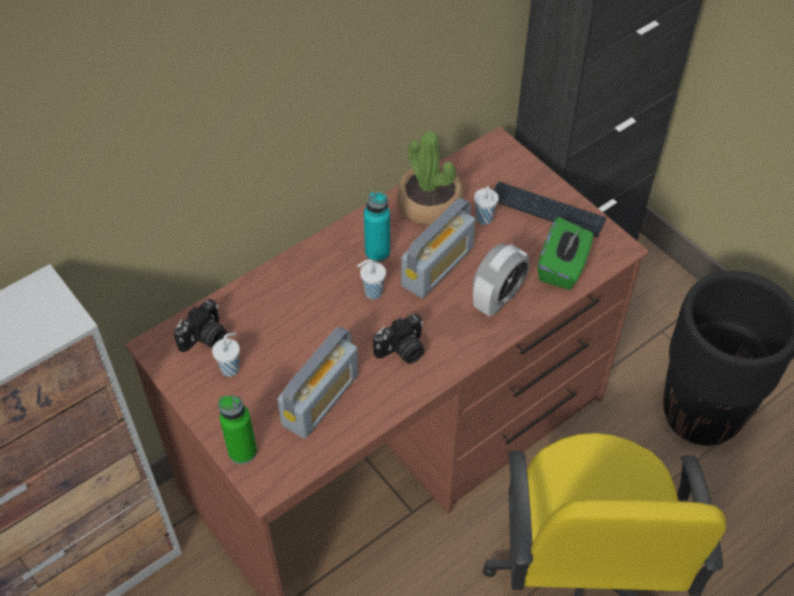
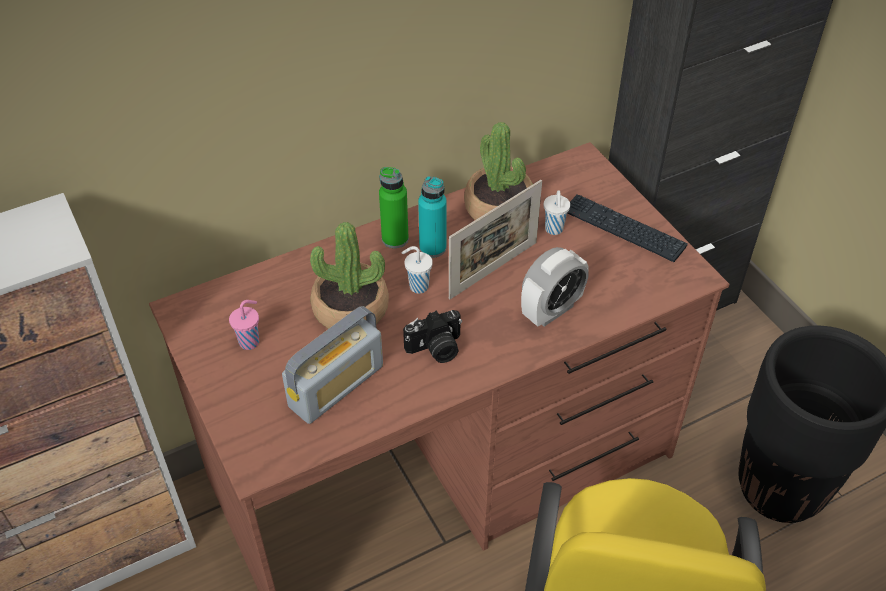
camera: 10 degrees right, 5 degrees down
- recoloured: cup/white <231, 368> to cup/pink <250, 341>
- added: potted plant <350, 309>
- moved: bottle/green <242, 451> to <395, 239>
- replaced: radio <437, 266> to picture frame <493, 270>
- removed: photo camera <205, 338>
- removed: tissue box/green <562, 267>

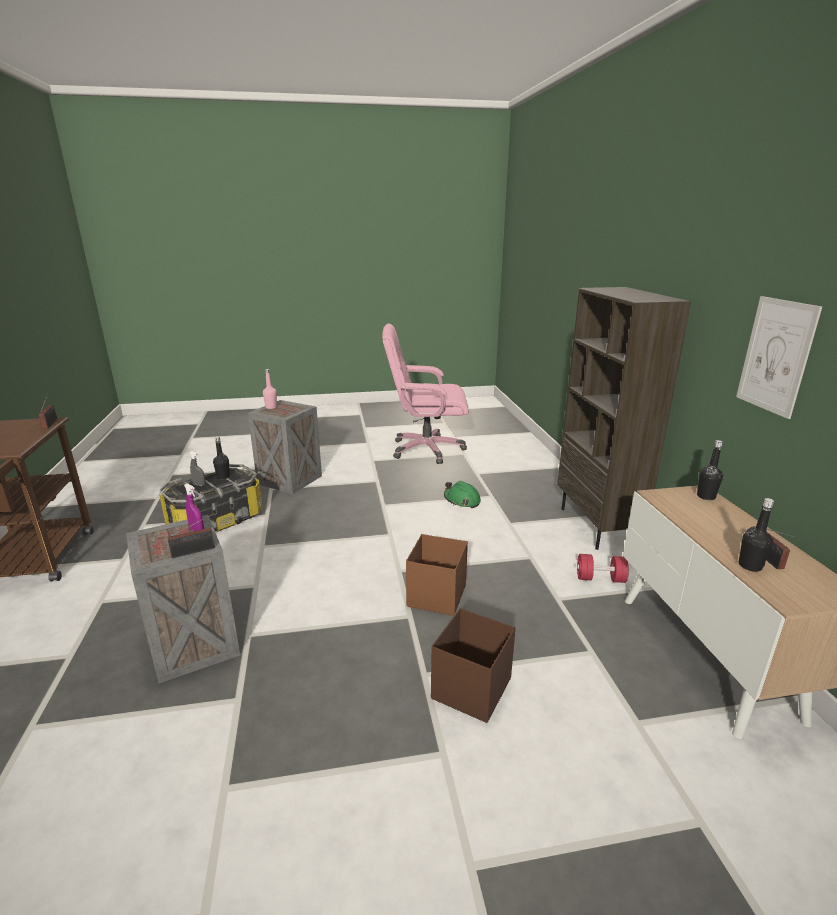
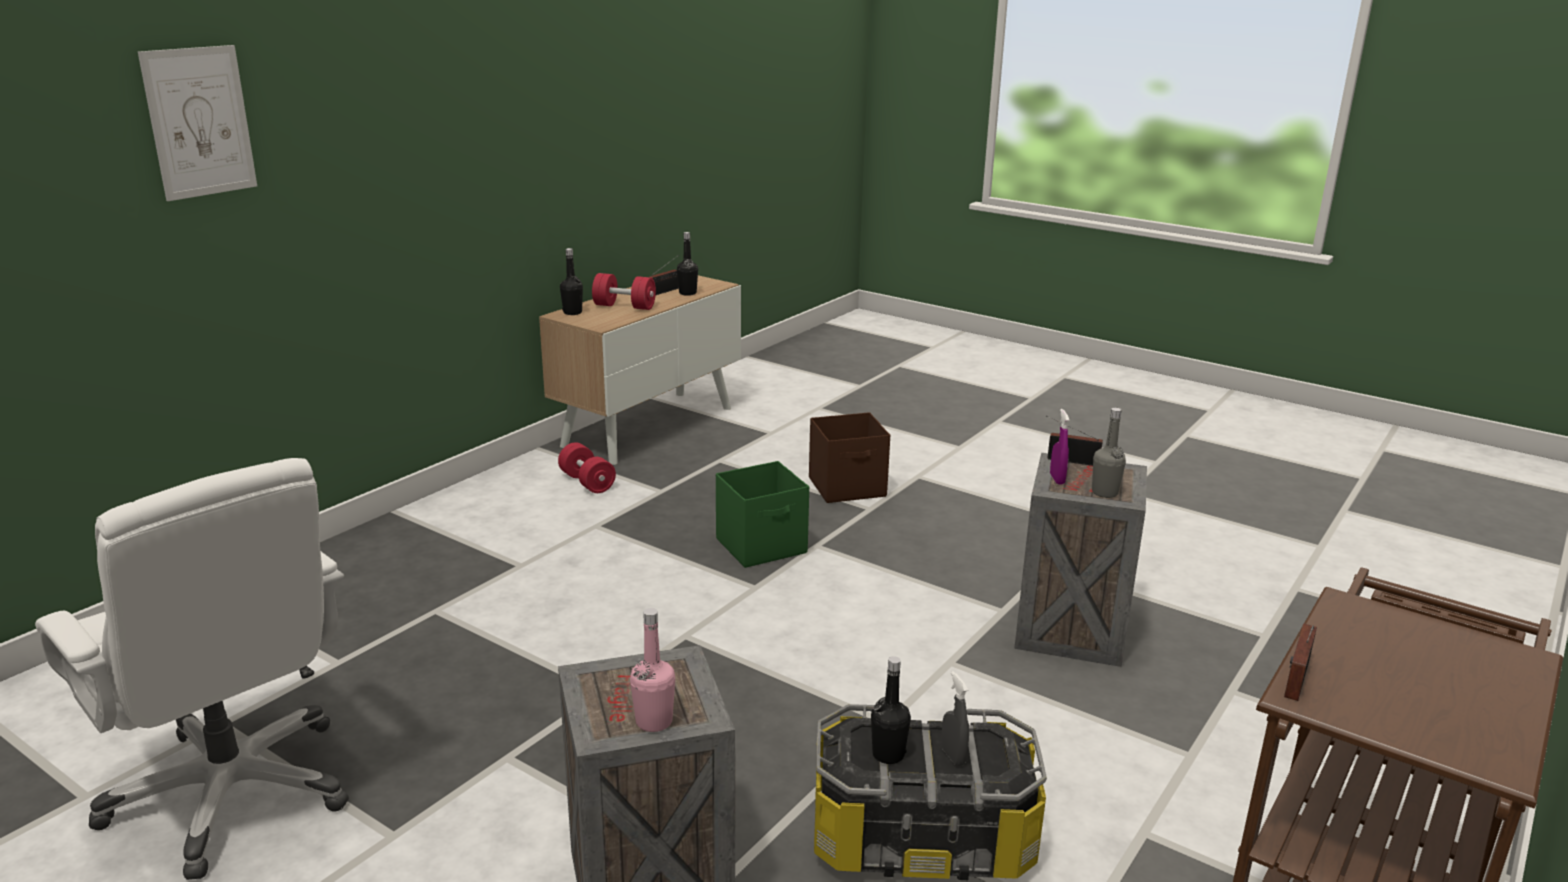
camera: 135 degrees left, 0 degrees up
- recoloured: office chair/pink <426, 449> to office chair/white <233, 793>
- moved: picture <776, 356> to <199, 122>
- added: dumbbell/red <624, 306>
- recoloured: storage box/brown <436, 596> to storage box/green <762, 546>
- added: bottle/grey <1104, 493>
- removed: hard hat/green <462, 500>
- removed: bookcase/brown <597, 526>

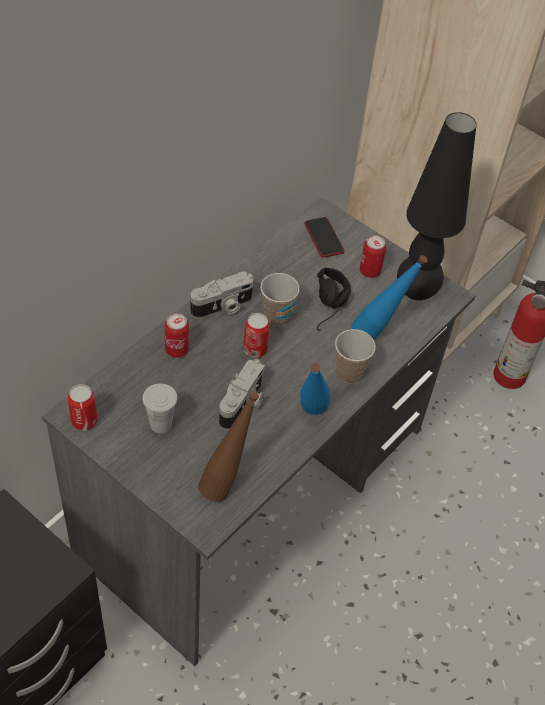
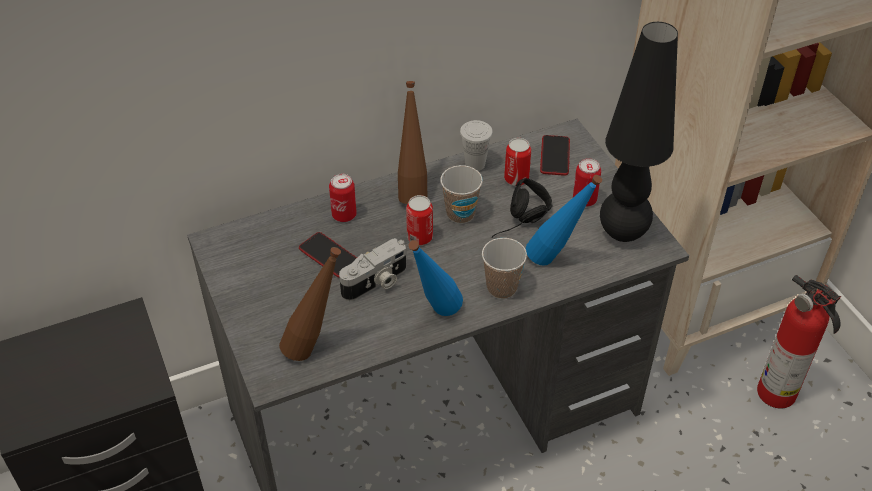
camera: 30 degrees right, 5 degrees down
- added: phone <329, 255>
- replaced: photo camera <223, 307> to bottle/brown <412, 190>
- moved: cup/white <160, 424> to <475, 164>
- moved: can <84, 421> to <516, 179>

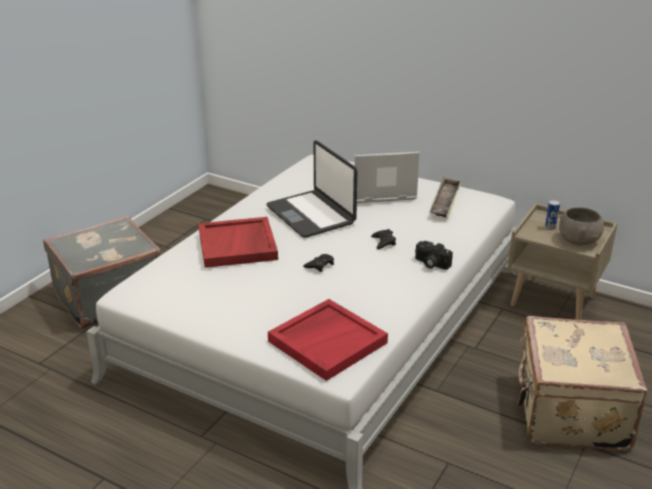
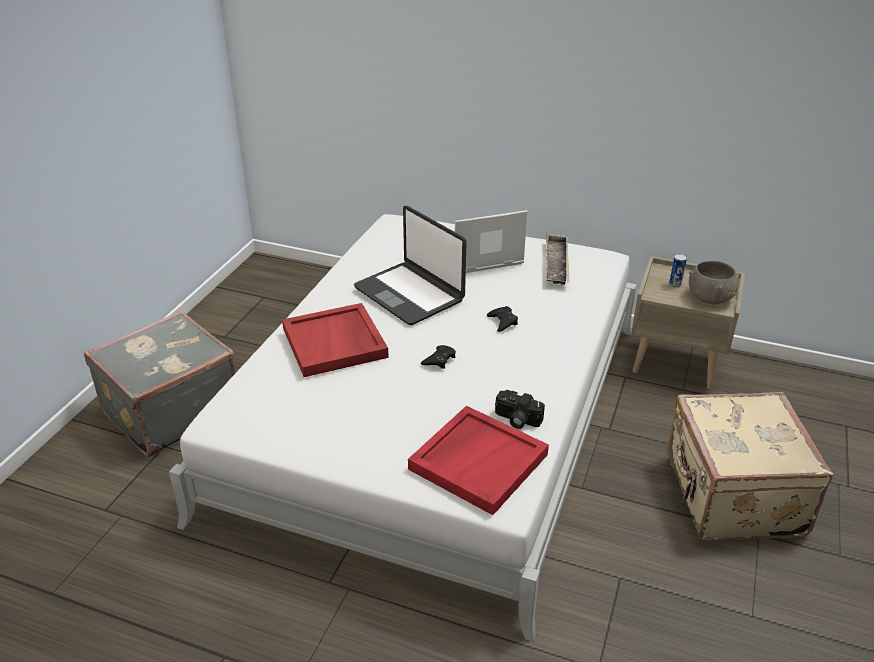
camera: 10 degrees left, 5 degrees up
- moved: photo camera <430, 264> to <516, 420>

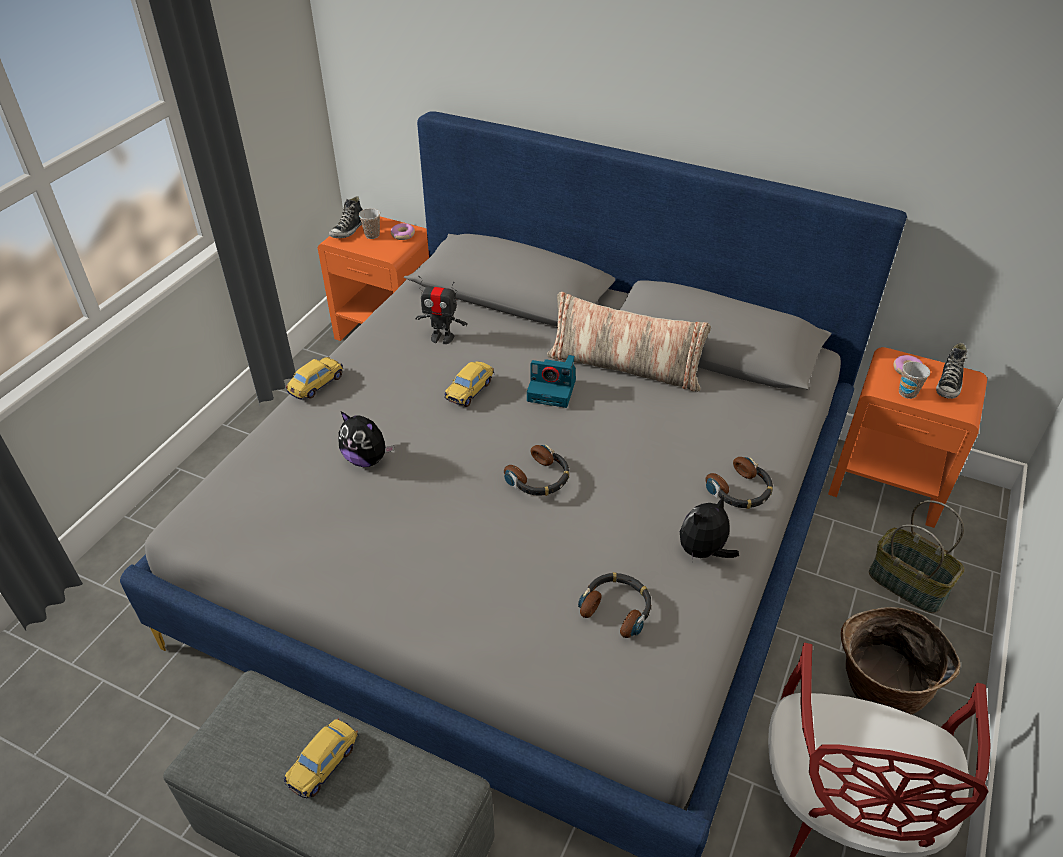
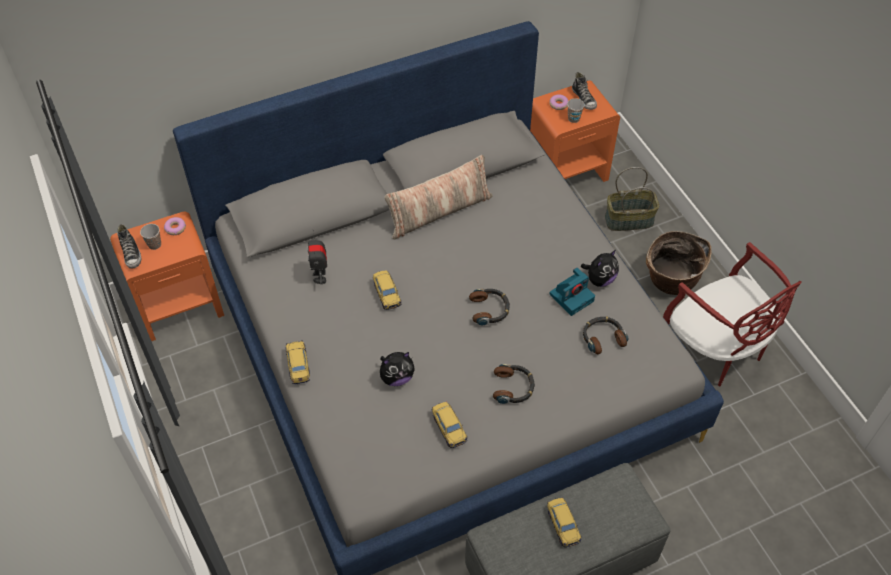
camera: 50 degrees left, 10 degrees up
- turned: toy robot <442, 337> = <320, 276> 120 degrees clockwise
- added: toy car <449, 428>
- moved: headphones <740, 491> to <513, 387>
- moved: photo camera <553, 390> to <572, 297>
- turned: plush toy <703, 552> = <599, 279> 135 degrees counterclockwise

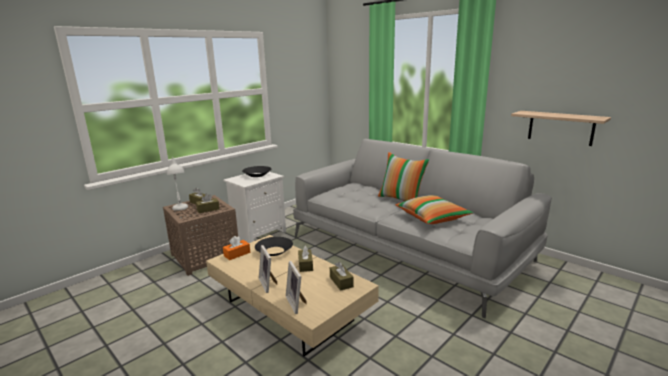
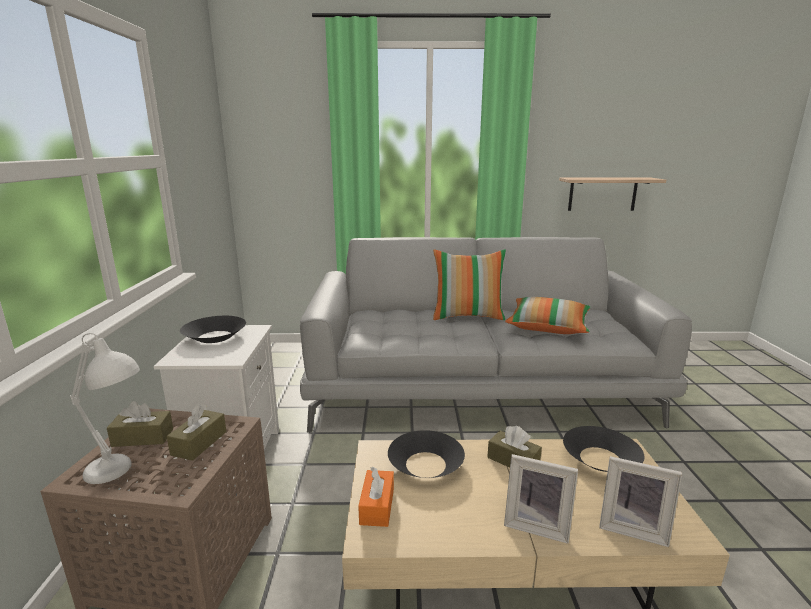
camera: 45 degrees left, 0 degrees up
- replaced: tissue box/brown <341, 282> to bowl/black <601, 459>

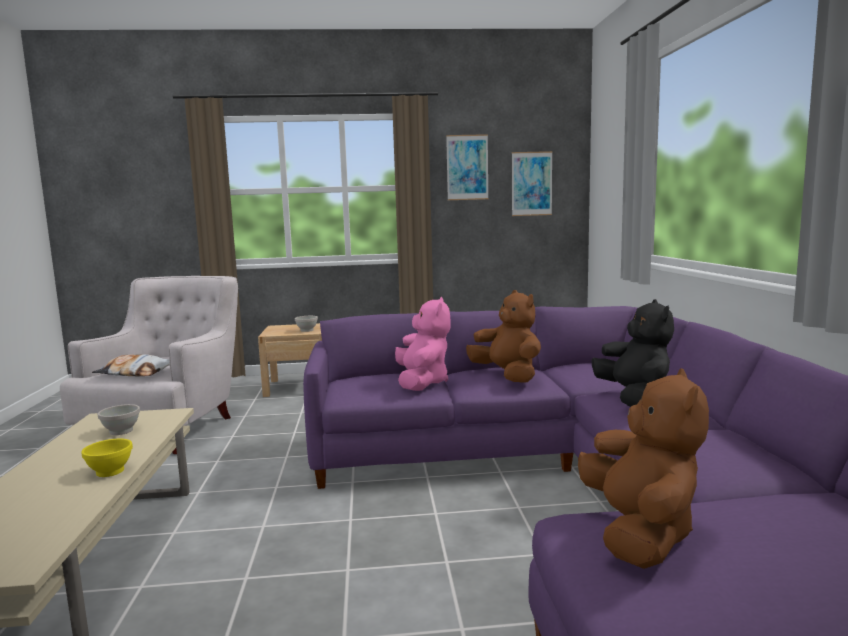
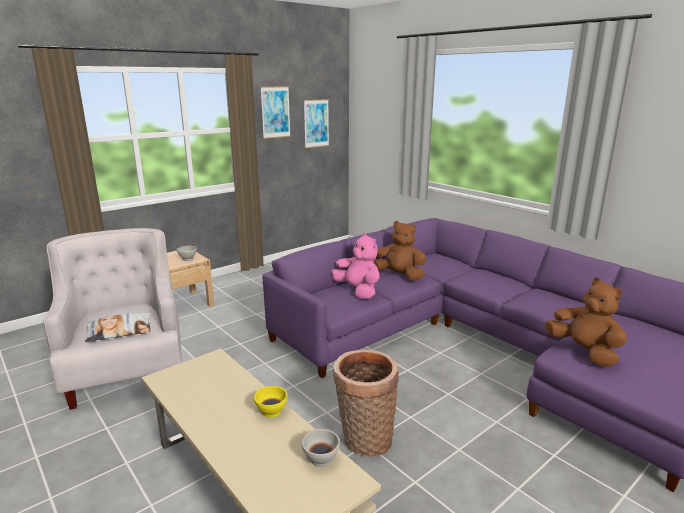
camera: 35 degrees left, 10 degrees up
- moved: bowl/white <121, 431> to <321, 459>
- added: basket <364, 440>
- removed: plush toy/black <634, 399>

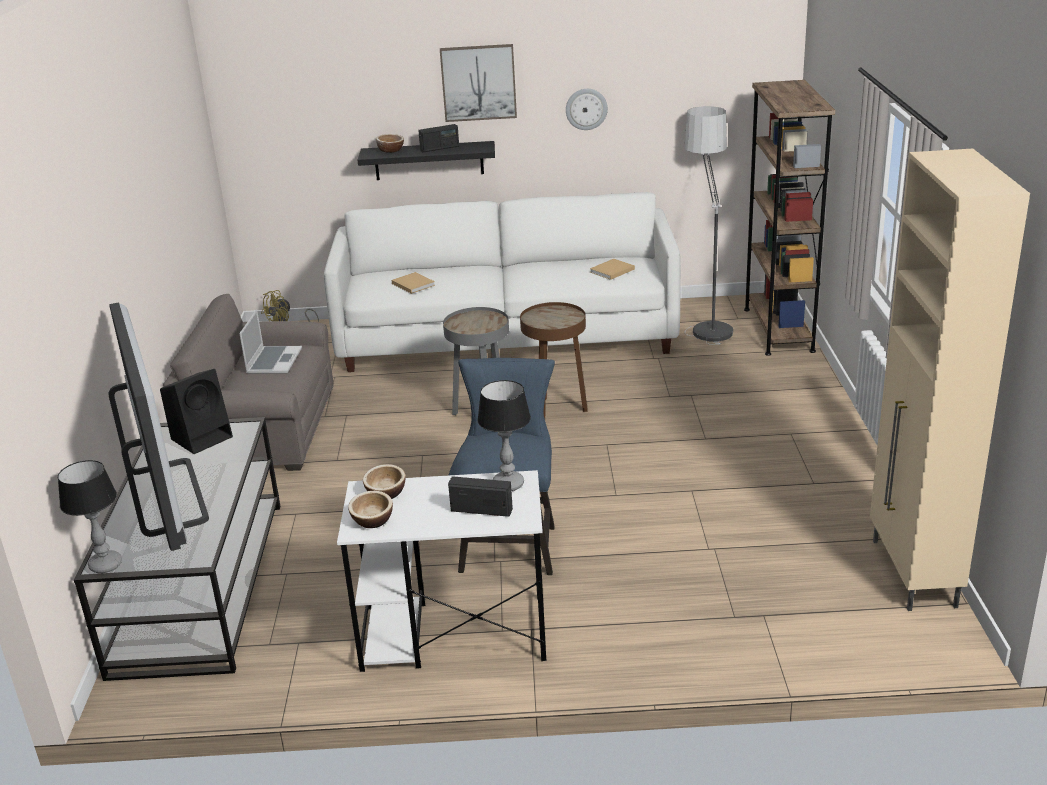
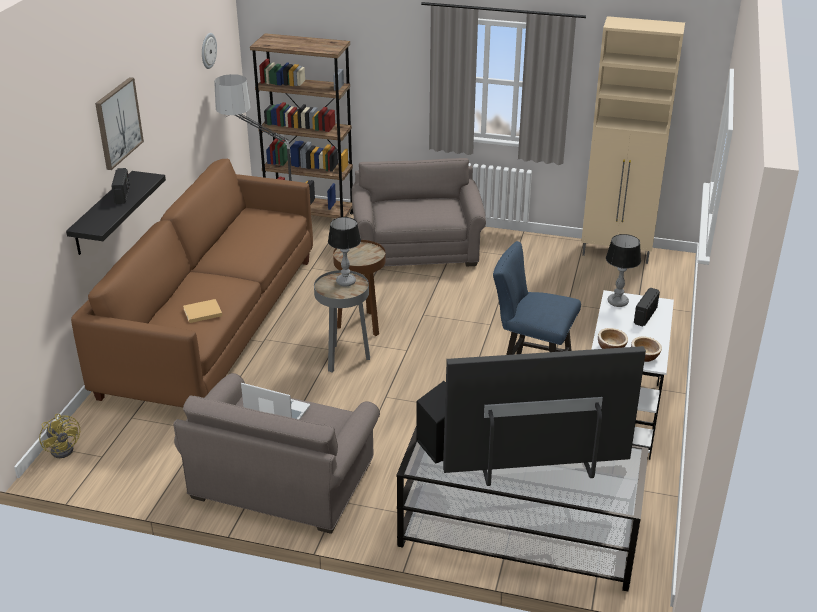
camera: 75 degrees left, 5 degrees up
- recoloured: sofa/white <507, 336> to sofa/brown <212, 324>
- moved: wall clock <586, 109> to <208, 50>
- moved: table lamp <105, 565> to <346, 282>
- added: armchair/grey <417, 249>
- removed: bowl <390, 150>
- removed: book/beige <611, 271>

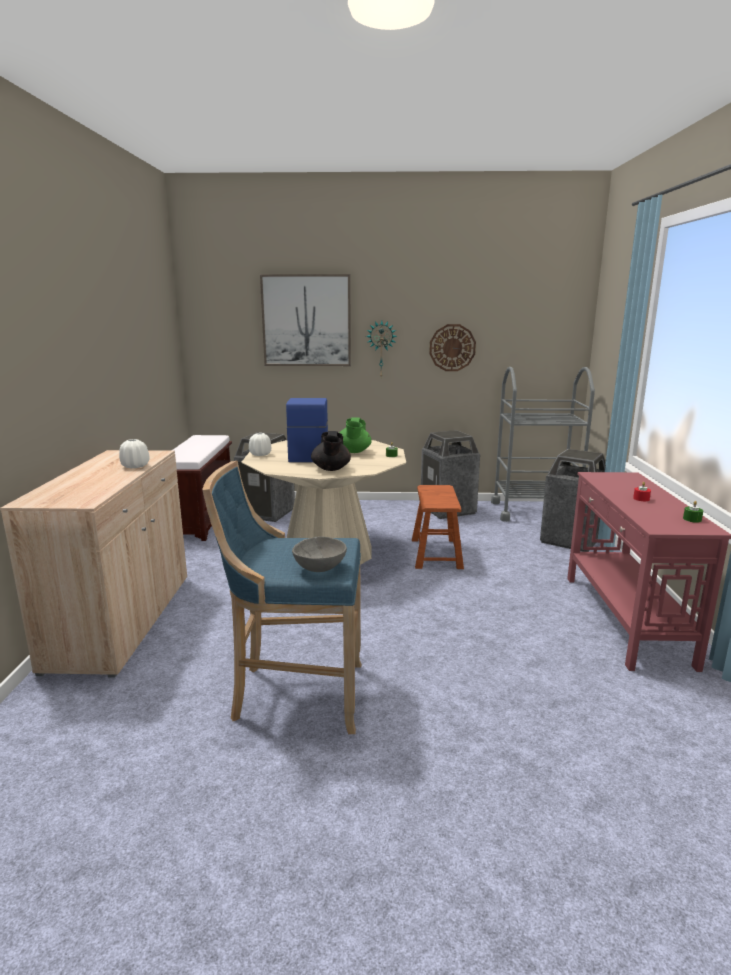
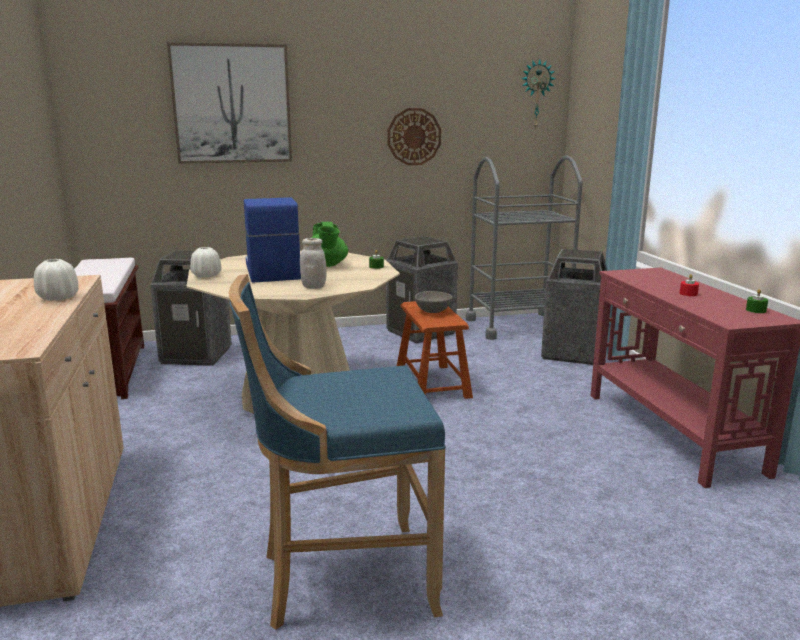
camera: 15 degrees left, 0 degrees up
- replaced: teapot/black <331, 469> to jar/white <313, 287>
- moved: bowl/grey <319, 568> to <433, 312>
- moved: wall clock <381, 349> to <536, 94>

